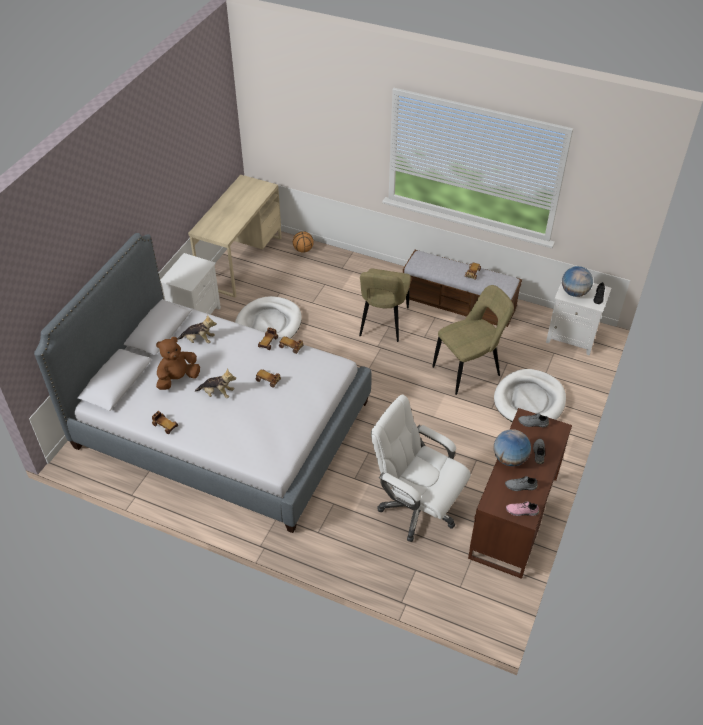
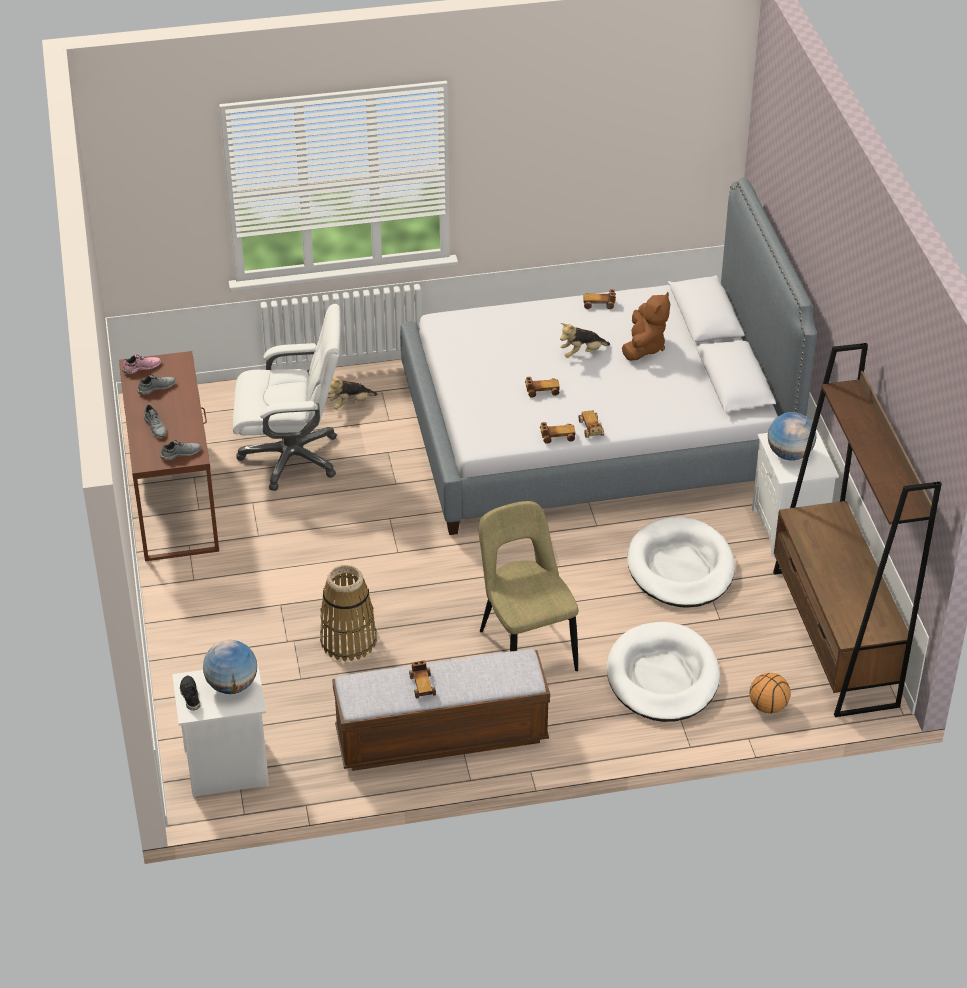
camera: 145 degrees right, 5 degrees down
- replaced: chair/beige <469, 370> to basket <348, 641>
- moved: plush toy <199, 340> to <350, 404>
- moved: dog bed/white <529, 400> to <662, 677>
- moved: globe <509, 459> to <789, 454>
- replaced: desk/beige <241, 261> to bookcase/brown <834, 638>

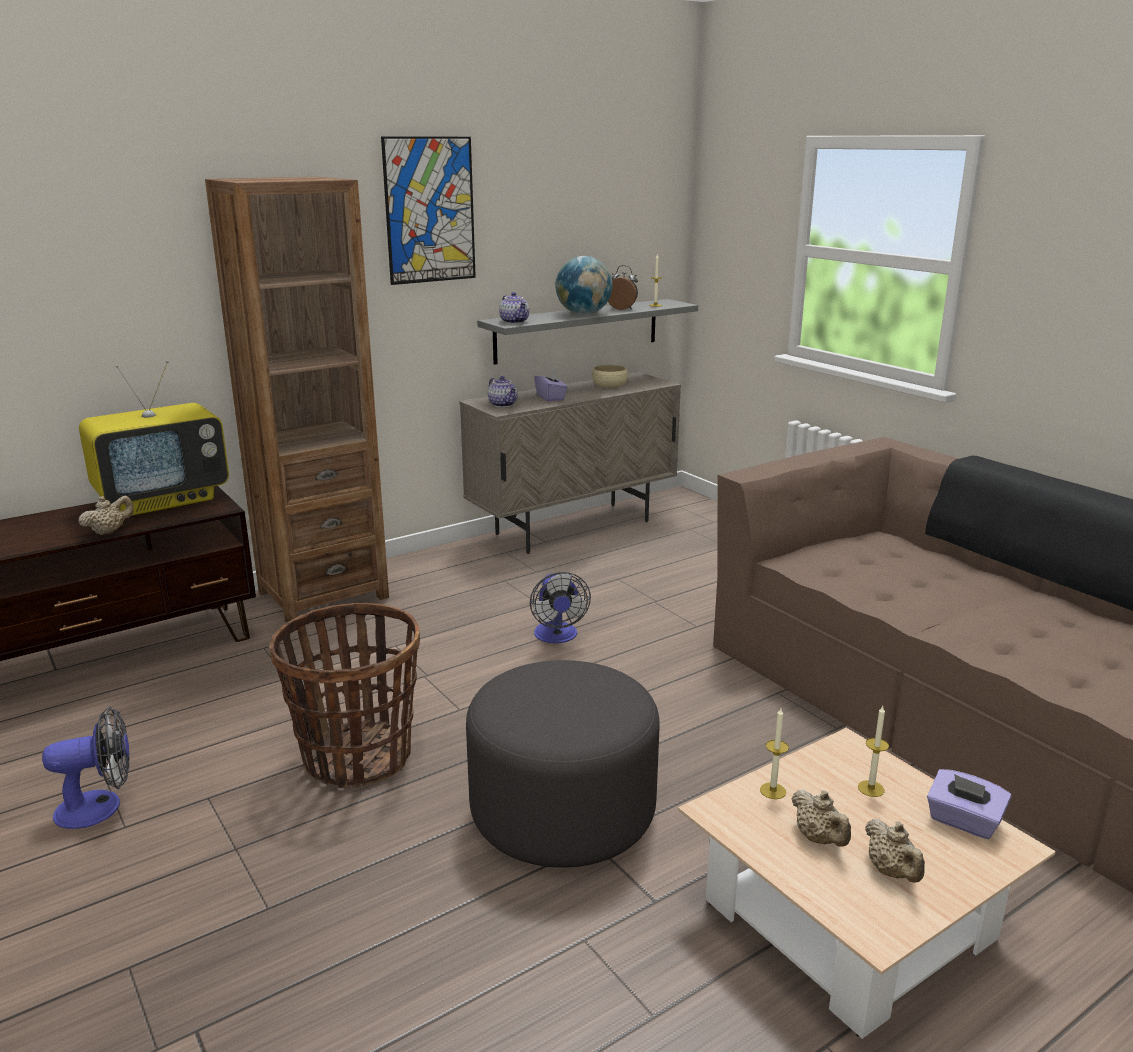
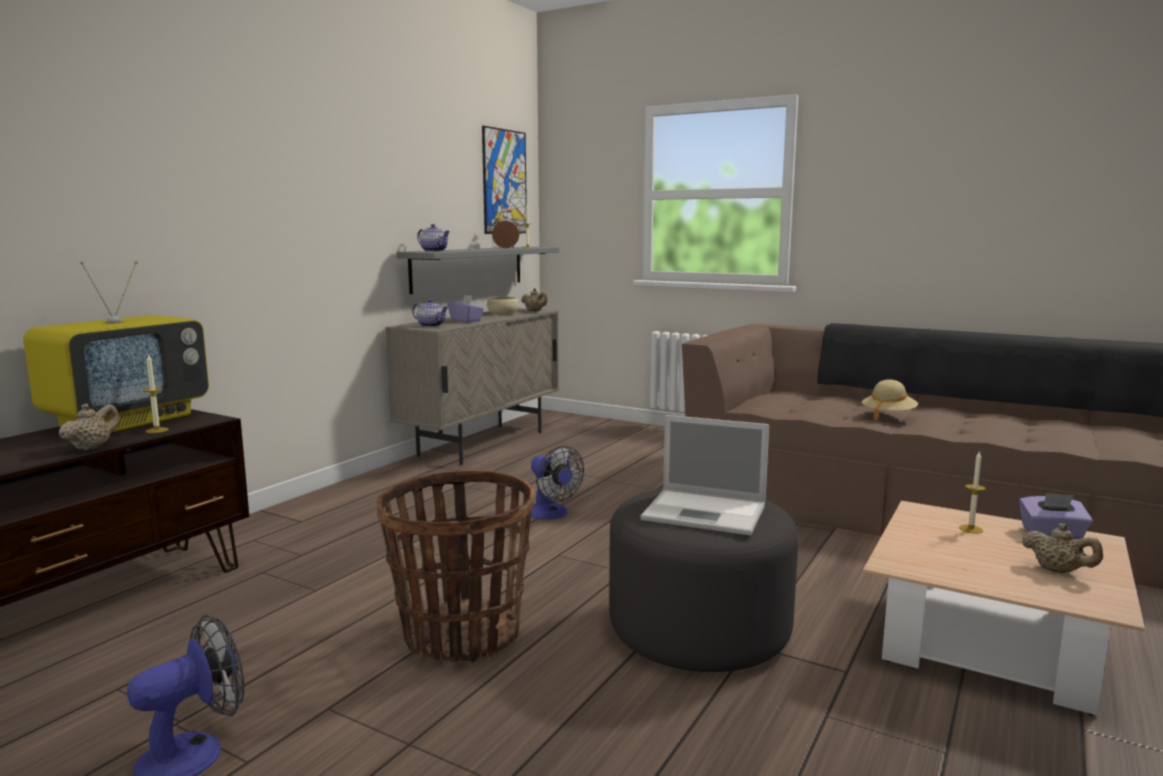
camera: 25 degrees left, 10 degrees down
- moved: candle <773, 791> to <157, 430>
- moved: picture <430, 210> to <504, 182>
- moved: teapot/beige <819, 839> to <534, 311>
- added: laptop <707, 513>
- added: hat/beige <888, 415>
- removed: bookcase/brown <323, 594>
- removed: globe <583, 314>

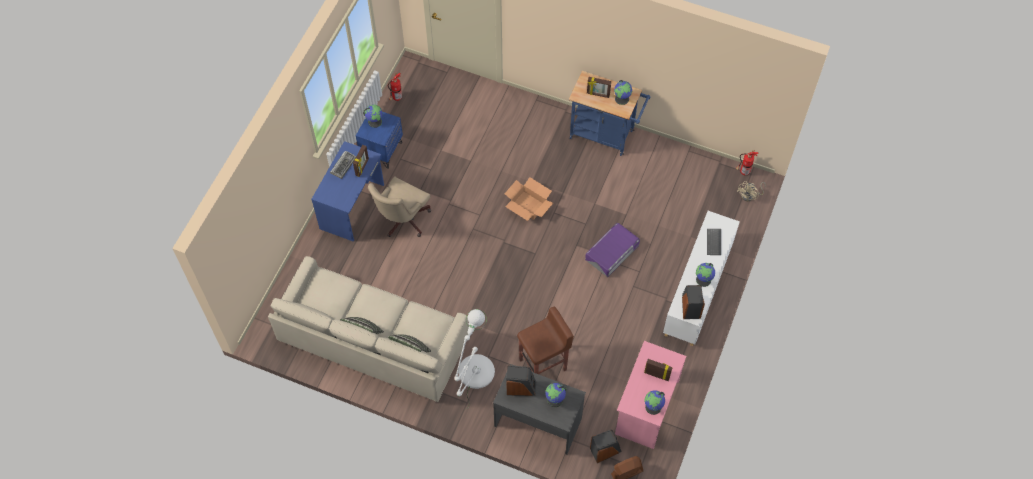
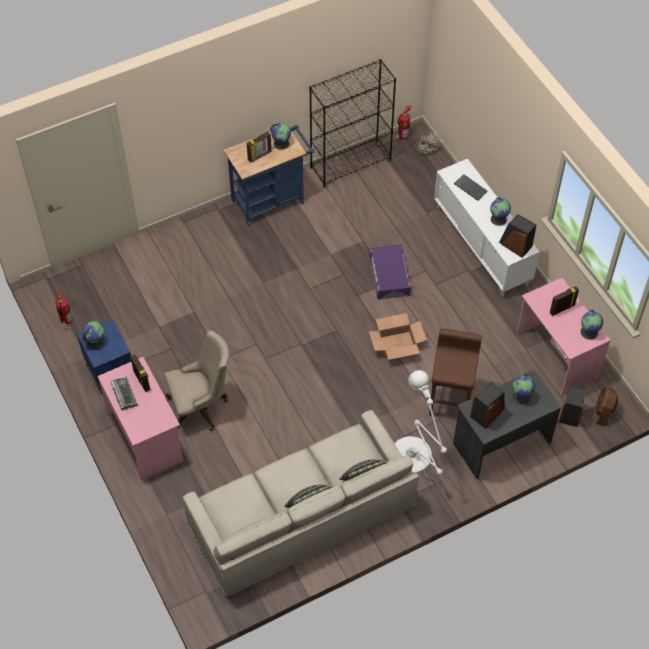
camera: 50 degrees left, 5 degrees down
- recoloured: desk/blue <353, 206> to desk/pink <145, 436>
- turned: office chair/beige <402, 220> = <201, 407> 90 degrees counterclockwise
- added: bookcase/black <351, 163>
- moved: cardboard box <528, 205> to <397, 344>

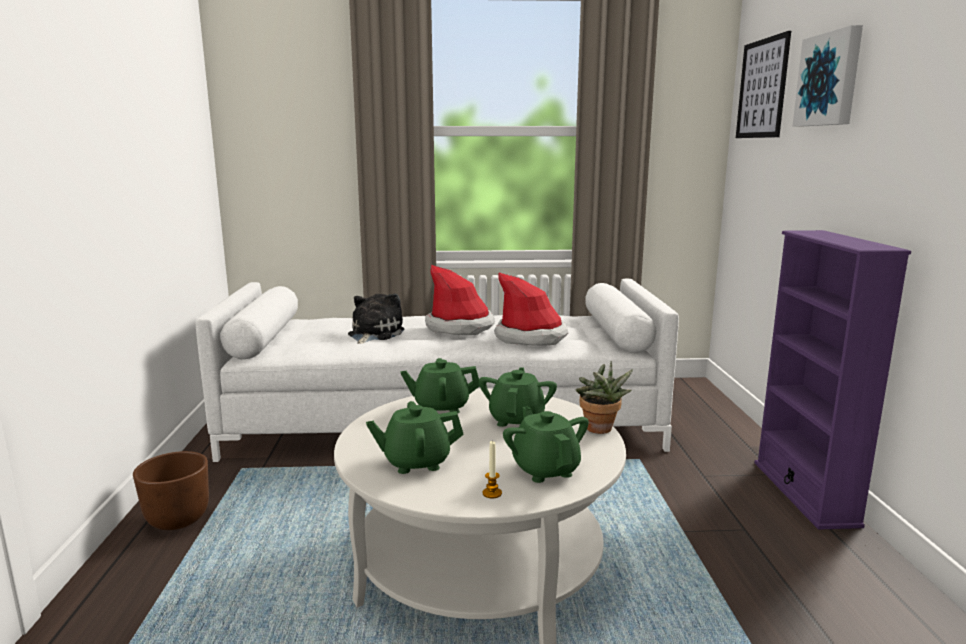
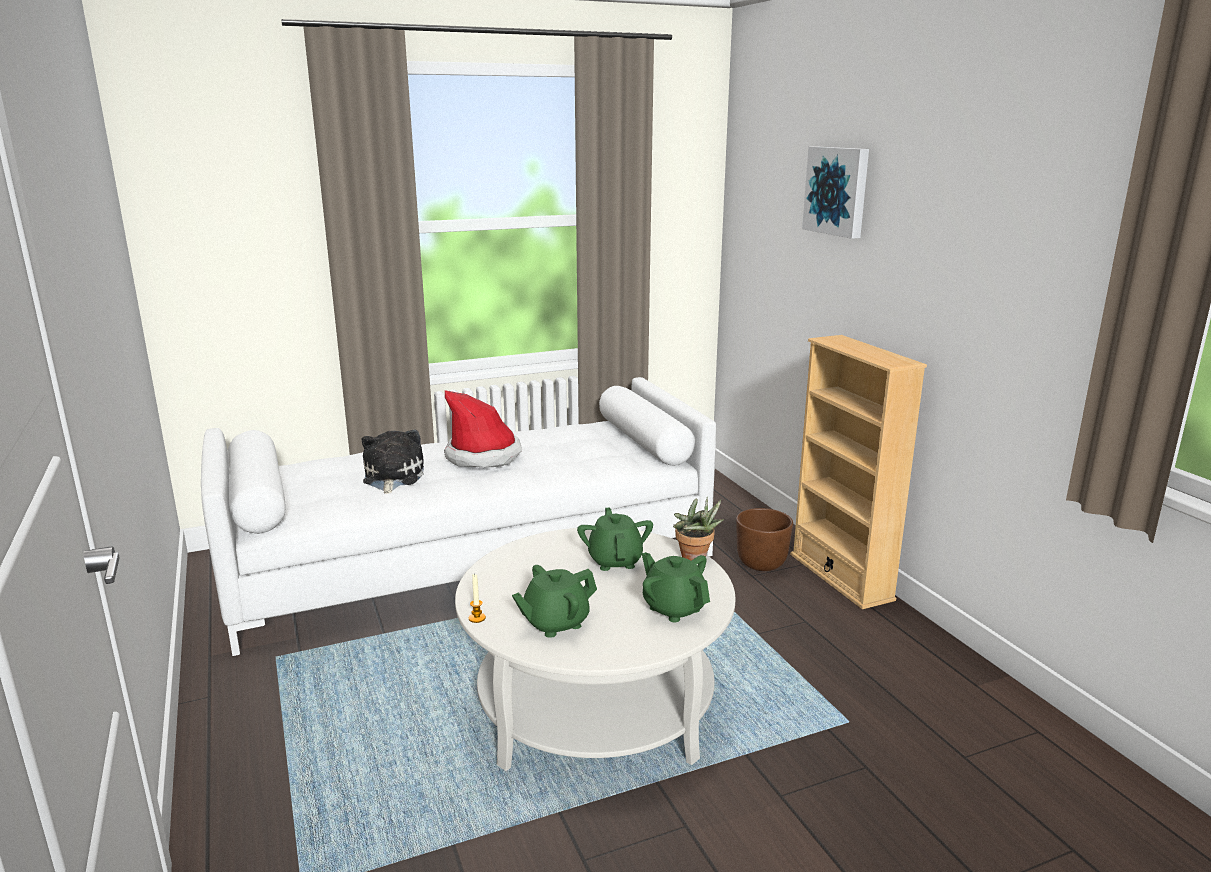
camera: 20 degrees left, 5 degrees up
- moved: candle <492, 493> to <477, 618>
- moved: planter/brown <177, 520> to <761, 564>
- recoloured: bookcase/purple <804, 493> to bookcase/beige <840, 577>
- removed: teapot/green <441, 407>
- removed: hat <531, 337>
- removed: picture <762, 89>

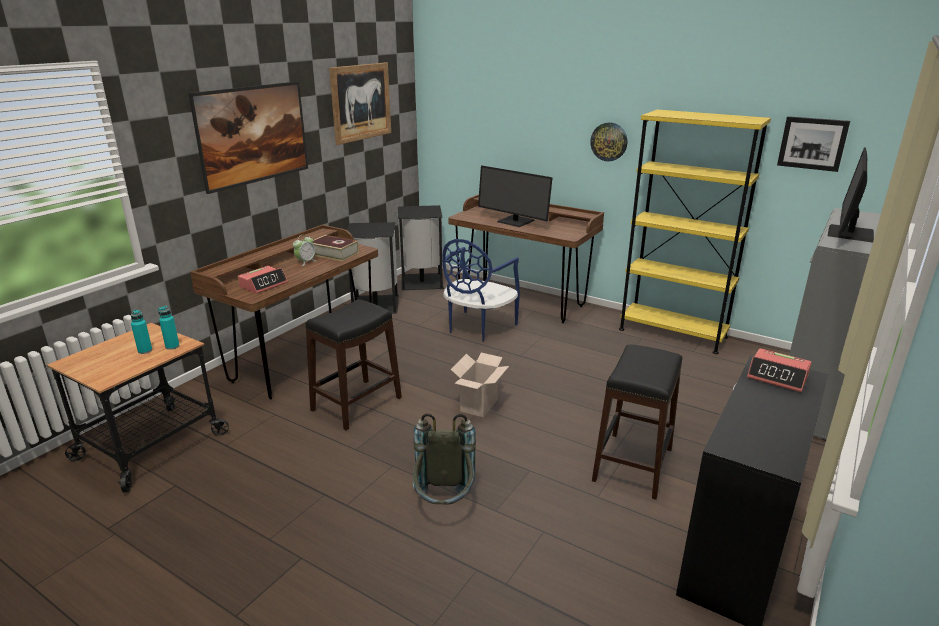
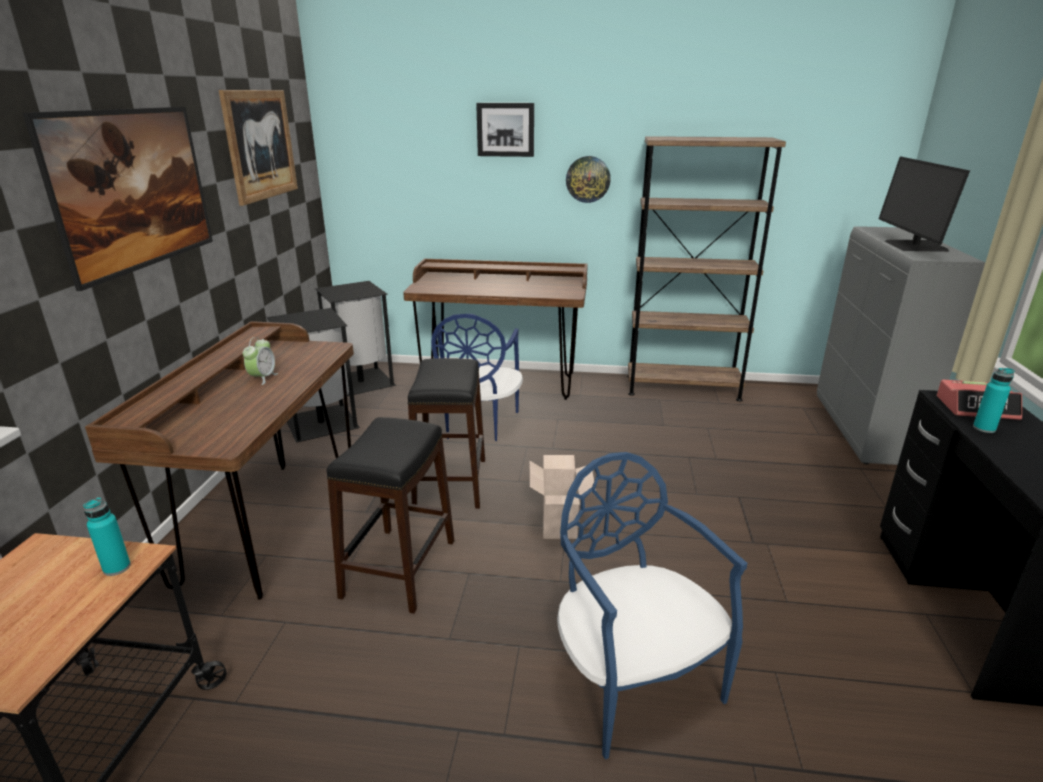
camera: 25 degrees left, 0 degrees up
- moved: stool/black <632, 464> to <450, 482>
- moved: picture <812, 143> to <505, 129>
- replaced: backpack/grey <444, 505> to chair/blue <633, 681>
- recoloured: bookcase/yellow <672, 333> to bookcase/brown <682, 388>
- moved: bottle/turquoise <145, 350> to <984, 428>
- removed: alarm clock <263, 285>
- removed: book <334, 253>
- removed: monitor <515, 221>

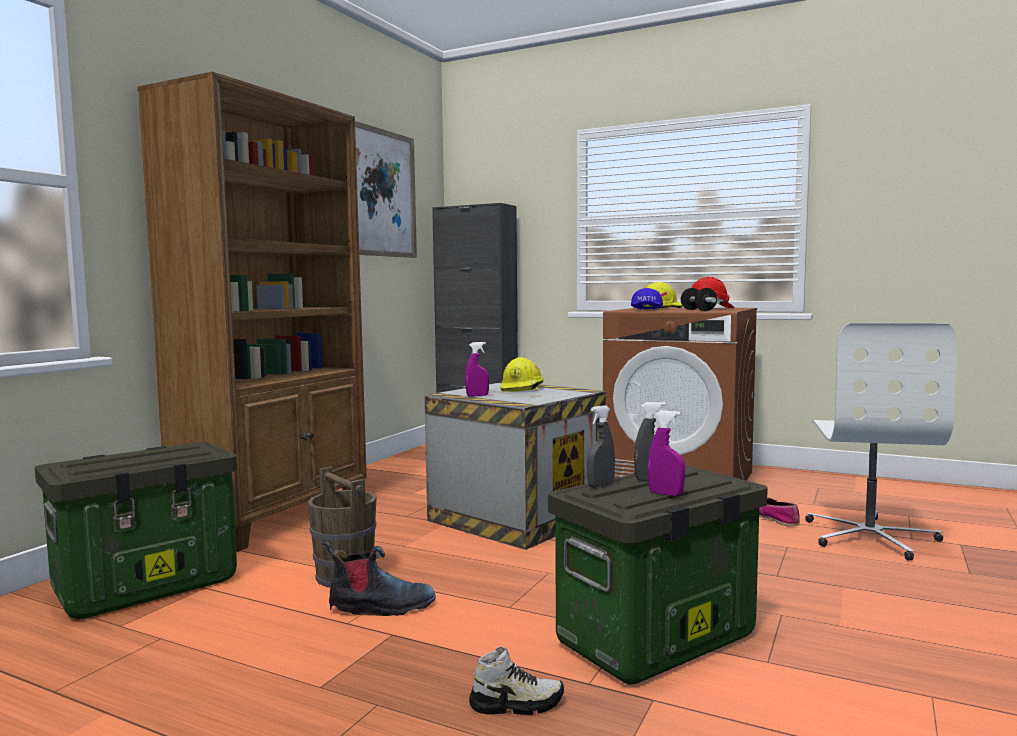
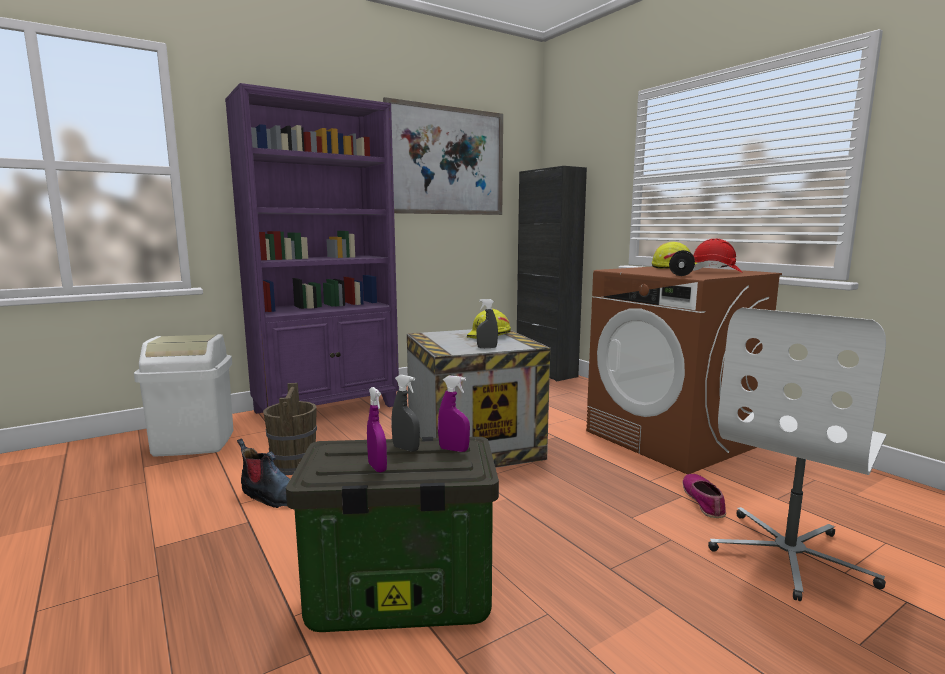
camera: 30 degrees right, 5 degrees up
- replaced: storage box <149, 585> to trash can/white <194, 443>
- recoloured: bookcase/brown <277, 516> to bookcase/purple <328, 408>
- moved: spray bottle/purple <477, 396> to <453, 449>
- moved: spray bottle/grey <600, 485> to <487, 347>
- removed: shoe <516, 704>
- removed: cap/blue <646, 310>

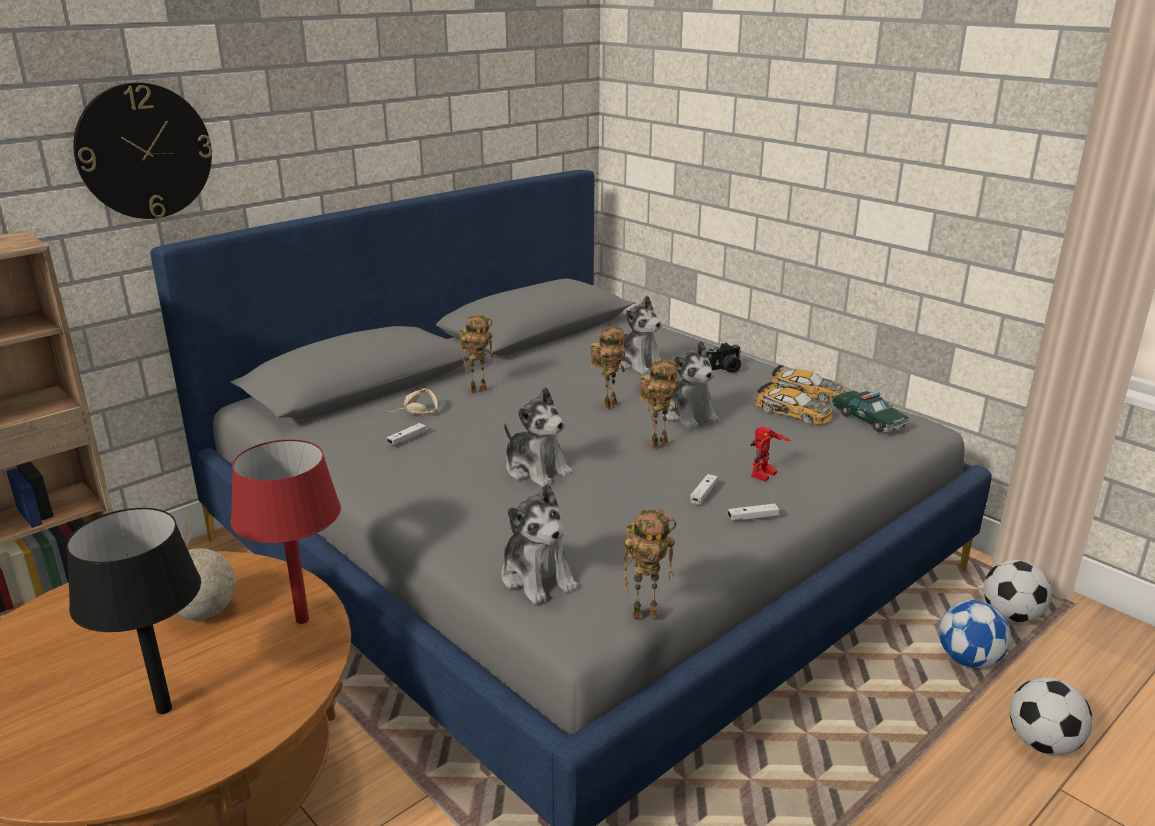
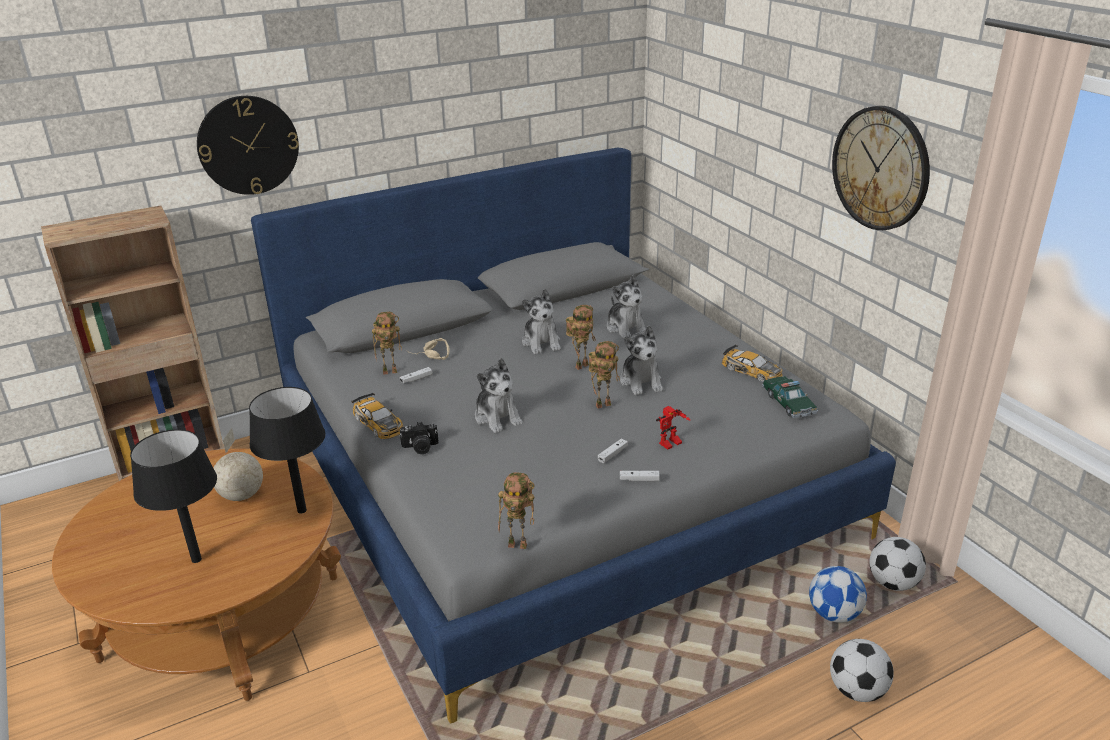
camera: 15 degrees right, 5 degrees up
- recoloured: table lamp/red <303, 620> to table lamp/black <302, 510>
- moved: toy car <793, 412> to <379, 423>
- moved: toy robot <478, 389> to <391, 371>
- moved: photo camera <725, 369> to <420, 448>
- moved: plush toy <537, 577> to <541, 342>
- added: wall clock <880, 168>

